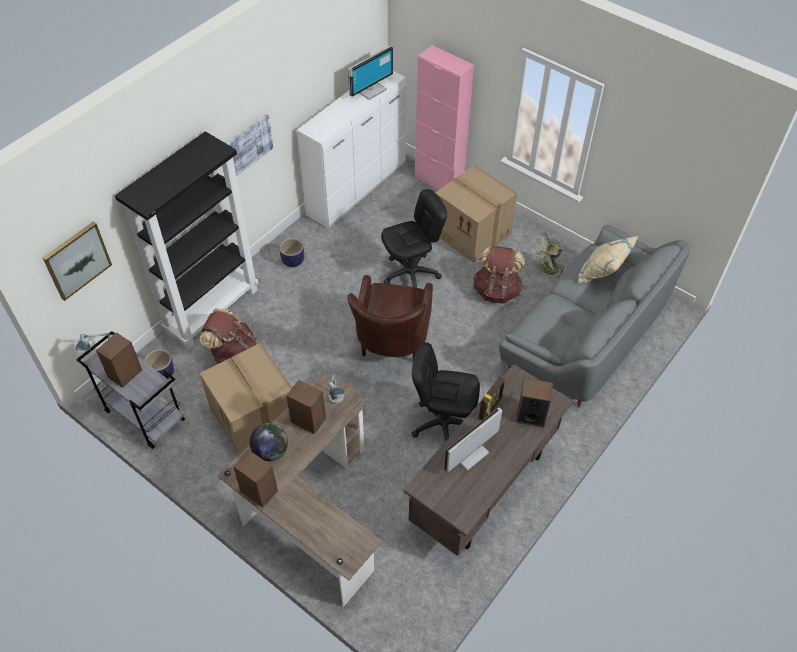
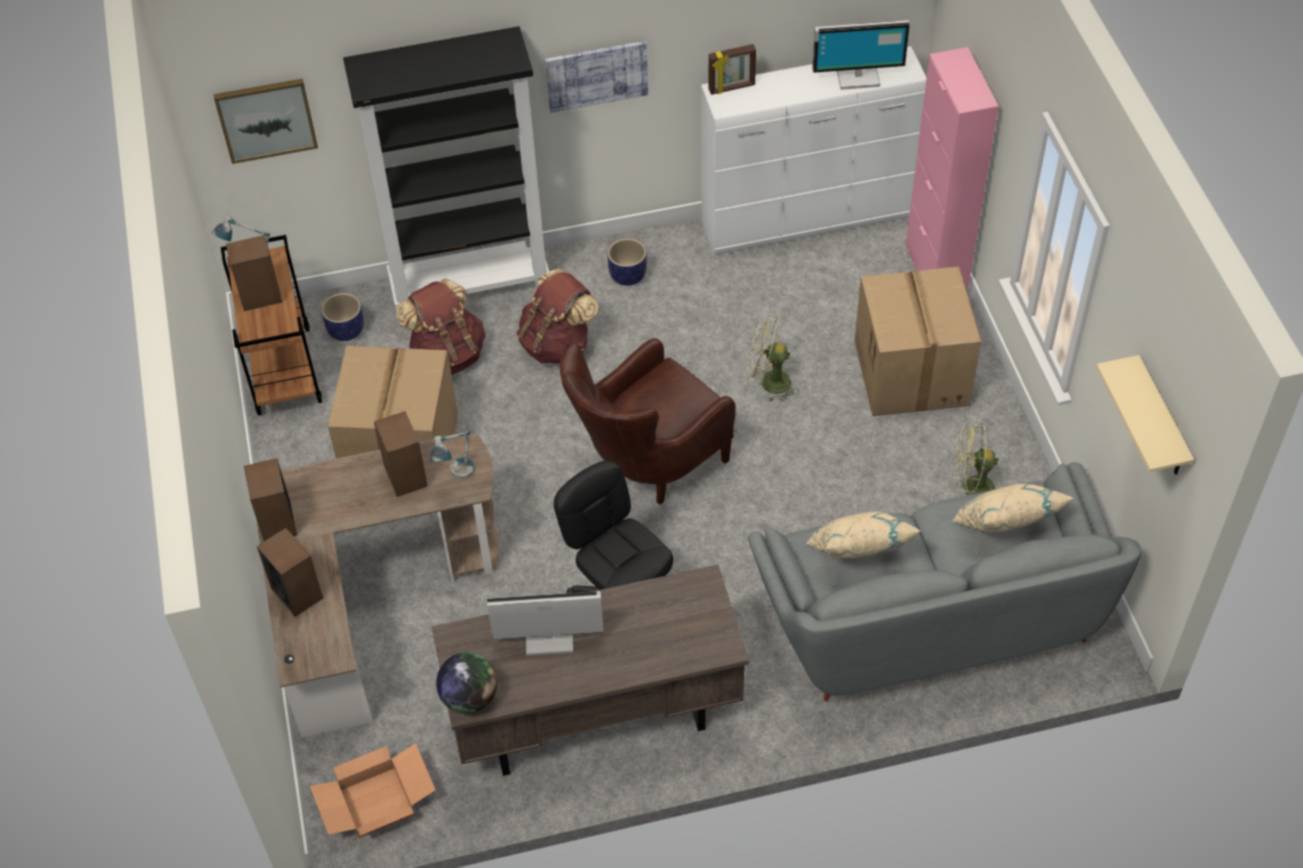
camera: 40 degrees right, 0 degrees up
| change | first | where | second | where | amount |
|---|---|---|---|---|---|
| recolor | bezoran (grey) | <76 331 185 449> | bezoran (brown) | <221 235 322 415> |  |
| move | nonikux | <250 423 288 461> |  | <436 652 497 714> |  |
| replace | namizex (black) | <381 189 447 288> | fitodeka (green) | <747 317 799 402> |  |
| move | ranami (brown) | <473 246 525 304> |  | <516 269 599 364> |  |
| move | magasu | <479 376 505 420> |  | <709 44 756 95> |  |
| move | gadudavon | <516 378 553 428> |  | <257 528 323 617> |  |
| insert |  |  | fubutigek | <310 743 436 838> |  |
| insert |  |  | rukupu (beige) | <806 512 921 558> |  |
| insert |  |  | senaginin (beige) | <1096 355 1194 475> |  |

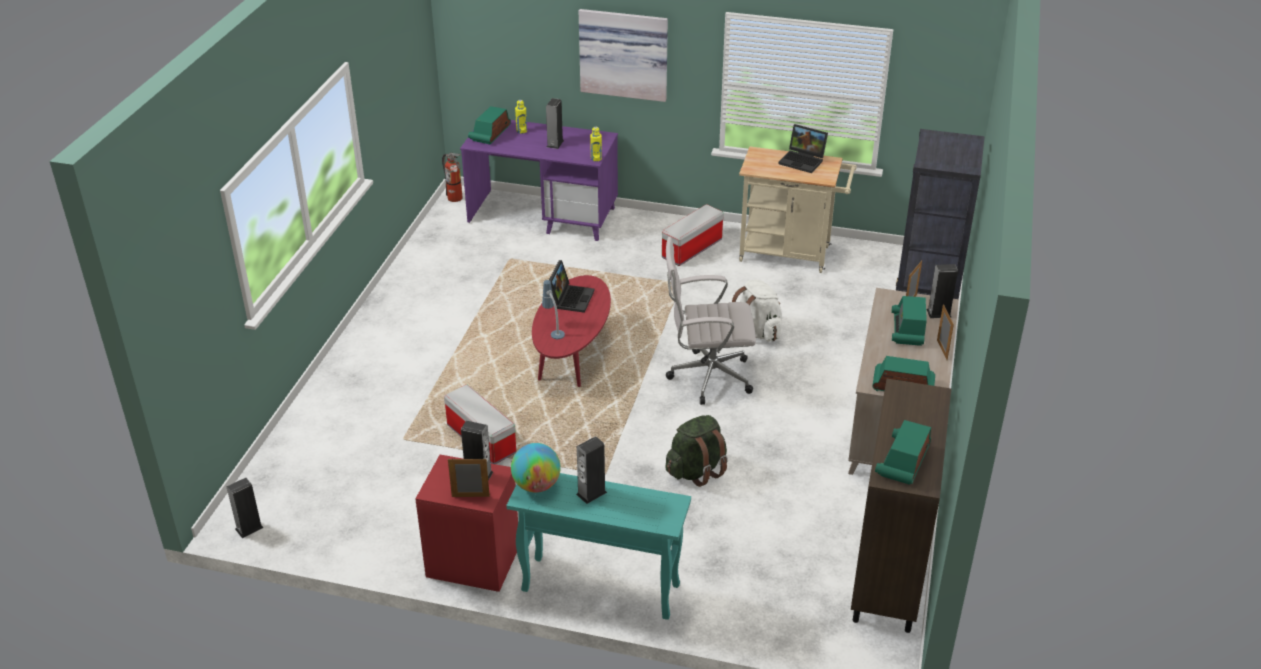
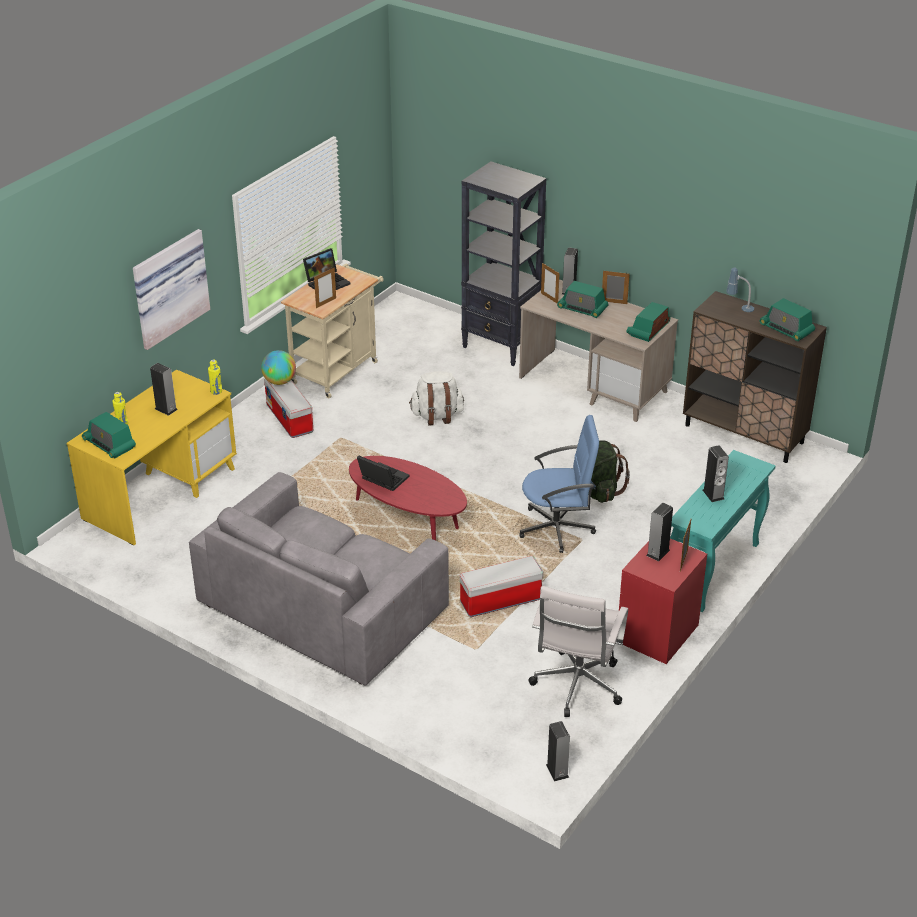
camera: 70 degrees left, 0 degrees up
| change | first | where | second | where | amount |
|---|---|---|---|---|---|
| delete | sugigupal | <442 153 463 202> |  |  |  |
| recolor | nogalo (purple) | <460 120 618 241> | nogalo (yellow) | <67 370 237 545> |  |
| move | nonikux | <511 443 561 493> |  | <261 350 296 385> |  |
| move | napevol | <542 280 565 339> |  | <726 268 754 312> |  |
| move | namizex (white) | <666 237 756 405> |  | <528 586 628 717> |  |
| insert |  |  | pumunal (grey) | <189 472 449 686> |  |
| insert |  |  | magasu | <314 267 336 308> |  |
| insert |  |  | namizex (blue) | <519 415 599 553> |  |

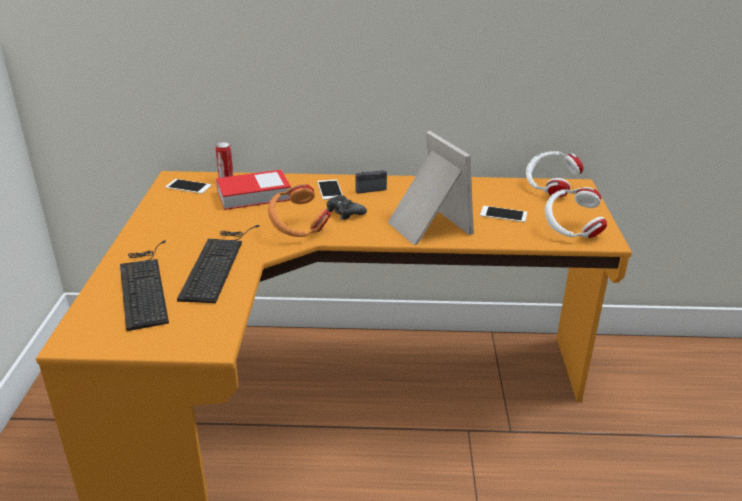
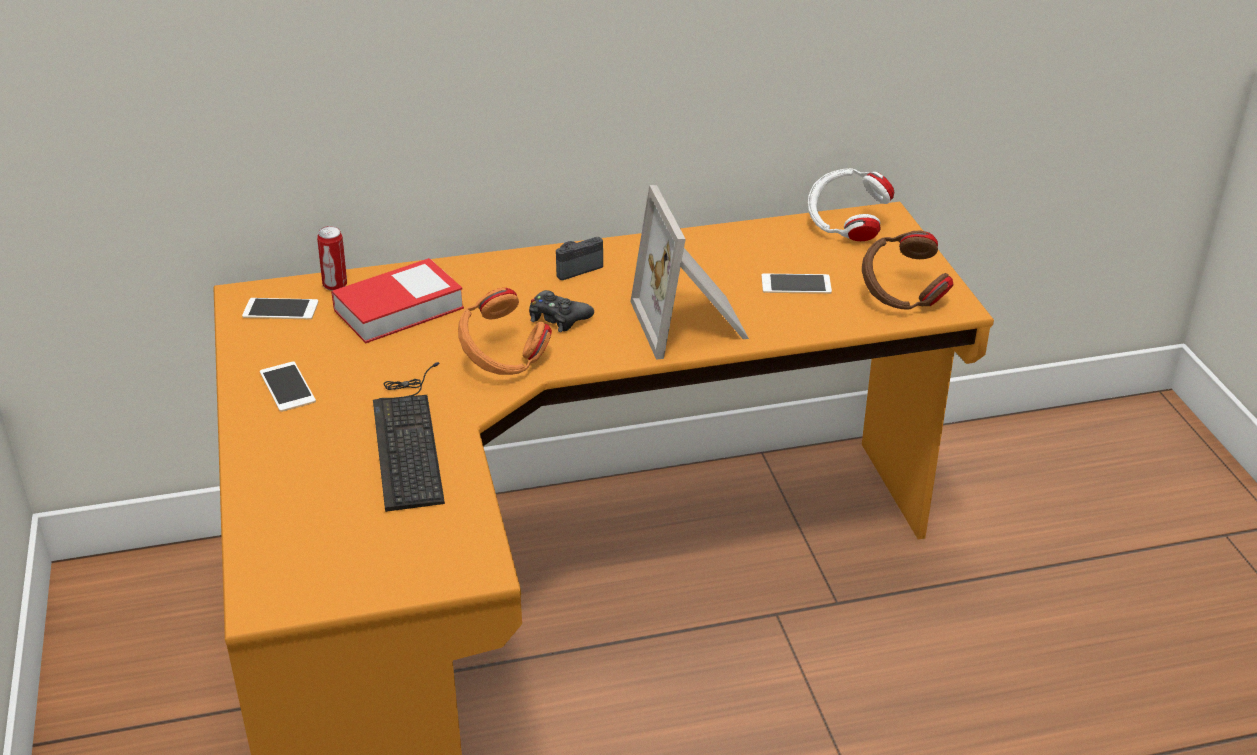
camera: 15 degrees left, 5 degrees up
| change | first | where | second | where | amount |
|---|---|---|---|---|---|
| delete | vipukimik | <120 241 169 331> |  |  |  |
| move | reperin | <317 179 343 200> |  | <260 362 316 412> |  |
| rotate | magasu | <388 131 474 245> |  | <630 185 749 360> | 150 degrees counterclockwise |
| recolor | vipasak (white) | <545 187 607 238> | vipasak (brown) | <862 231 953 310> |  |

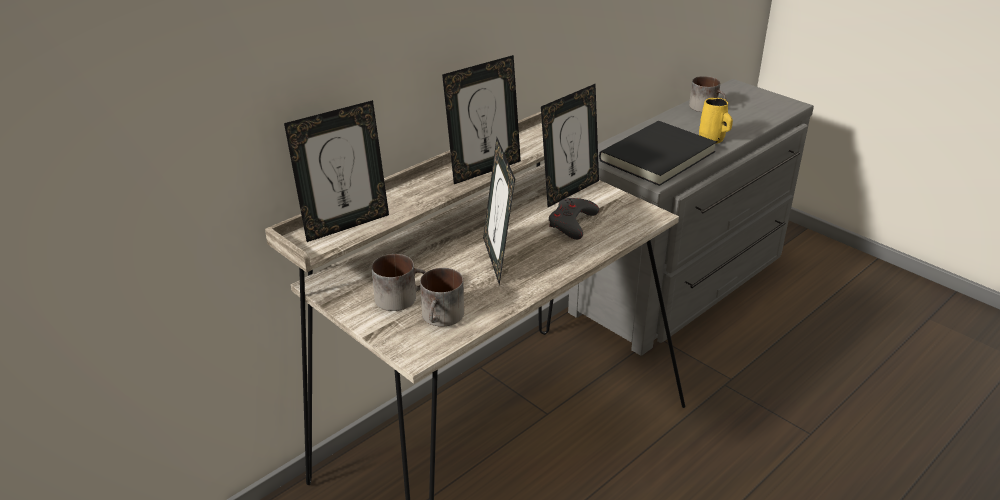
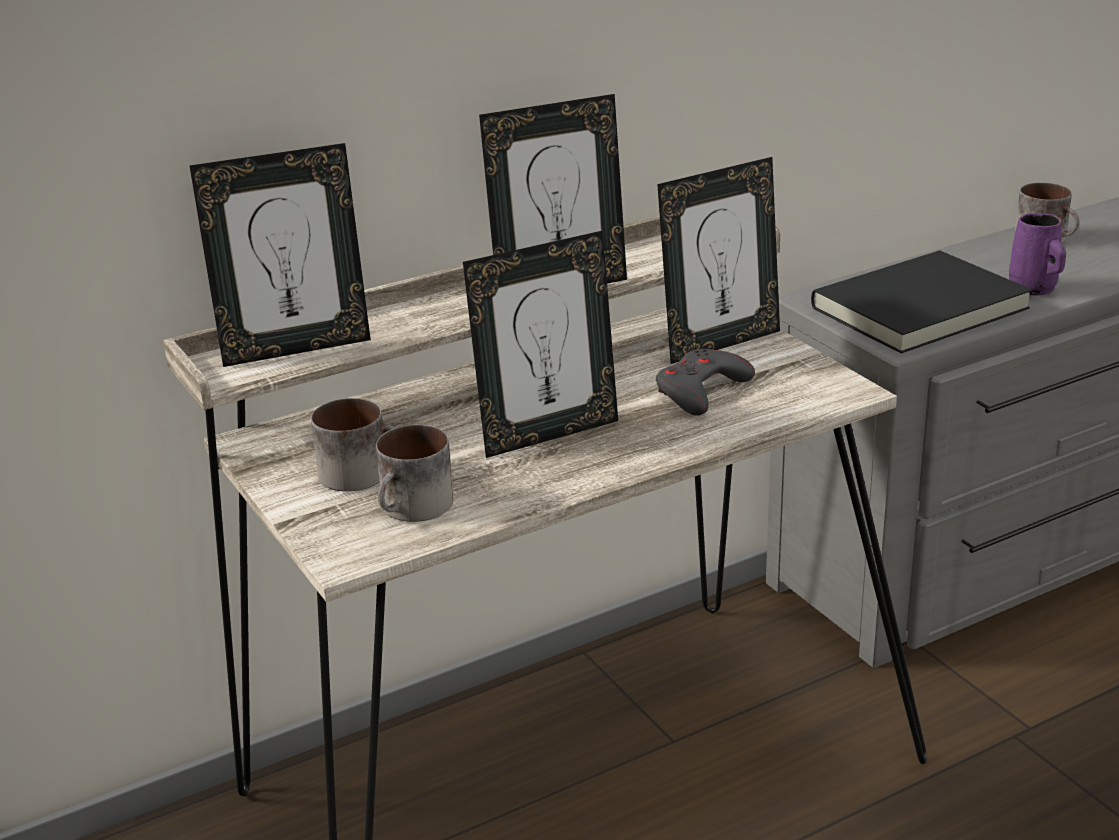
camera: 15 degrees right, 5 degrees down
| change | first | where | second | where | amount |
|---|---|---|---|---|---|
| rotate | magasu | <483 137 515 286> |  | <463 231 618 458> | 120 degrees counterclockwise |
| recolor | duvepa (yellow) | <699 98 733 144> | duvepa (purple) | <1009 213 1066 296> |  |

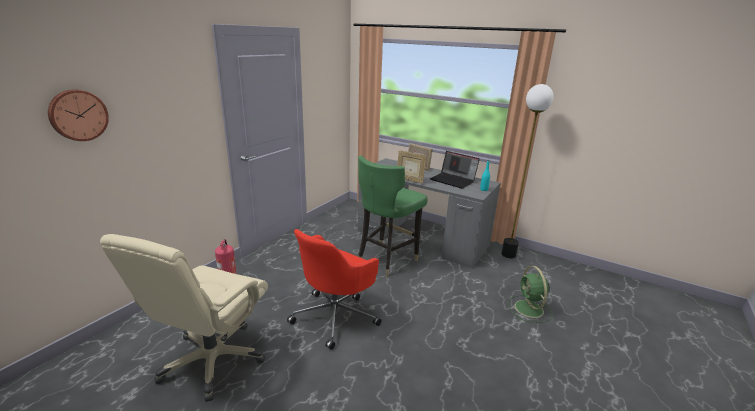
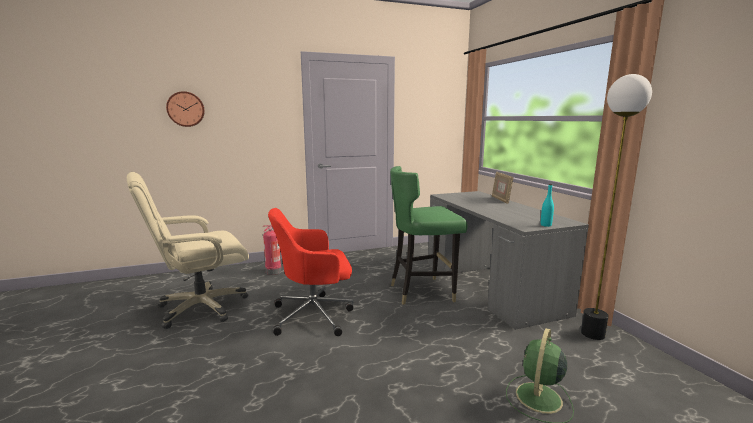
camera: 40 degrees right, 10 degrees down
| change | first | where | second | where | amount |
|---|---|---|---|---|---|
| delete | magasu | <397 150 426 183> |  |  |  |
| delete | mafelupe | <430 151 480 189> |  |  |  |

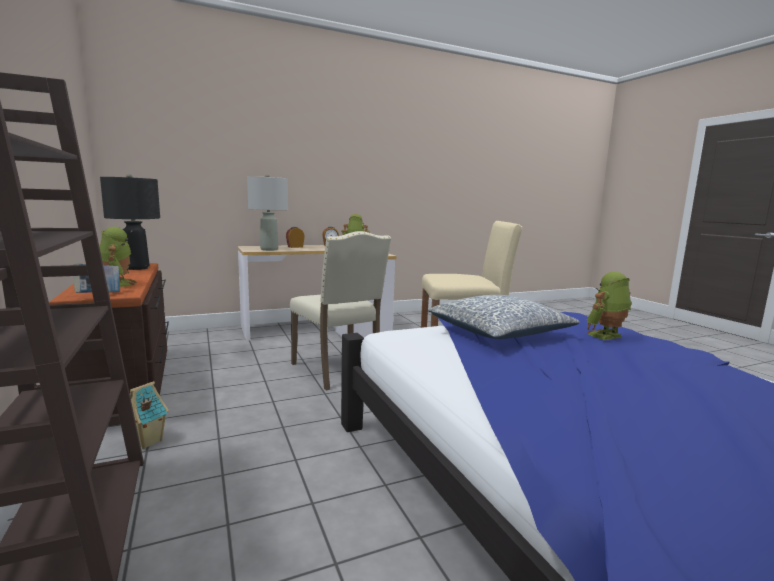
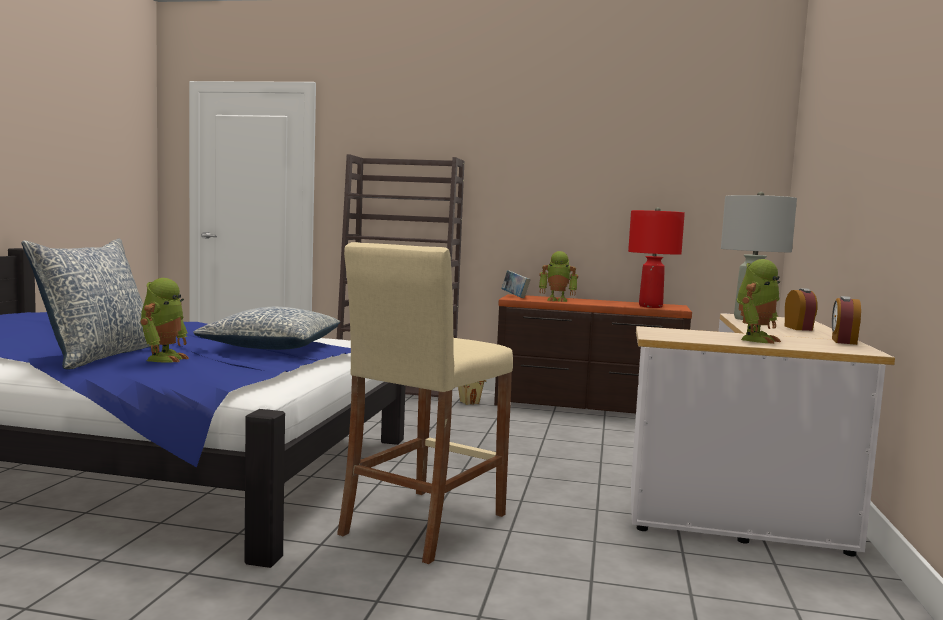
camera: 125 degrees right, 5 degrees down
| change | first | where | second | where | amount |
|---|---|---|---|---|---|
| recolor | napevol (black) | <100 174 160 270> | napevol (red) | <628 207 685 308> |  |
| delete | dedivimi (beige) | <290 231 391 391> |  |  |  |
| insert |  |  | rukupu | <21 239 151 370> |  |

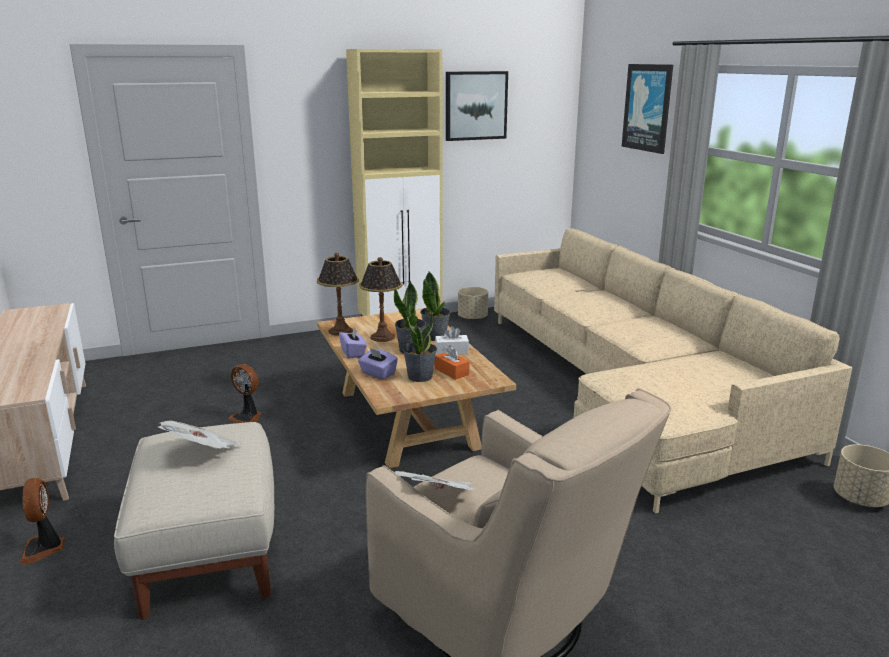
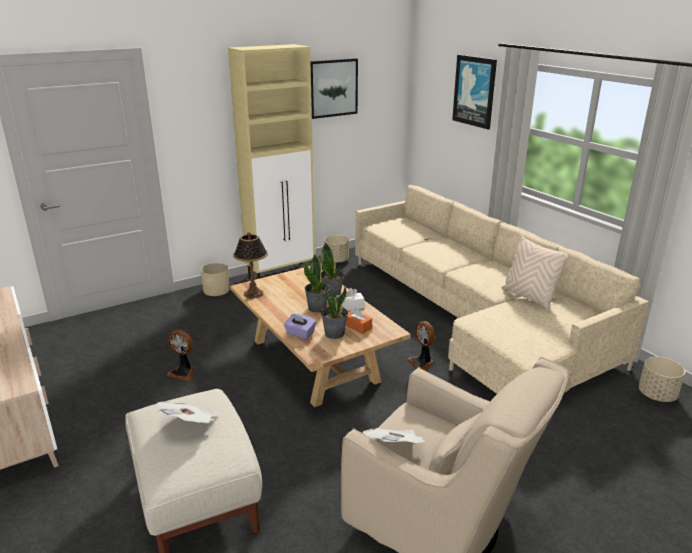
camera: 10 degrees left, 5 degrees up
| change | first | where | second | where | amount |
|---|---|---|---|---|---|
| move | fitodeka | <19 478 65 565> |  | <407 321 435 370> |  |
| delete | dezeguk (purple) | <339 326 367 359> |  |  |  |
| delete | napevol | <359 257 403 342> |  |  |  |
| insert |  |  | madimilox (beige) | <200 263 230 296> |  |
| insert |  |  | rukupu (beige) | <501 235 570 310> |  |

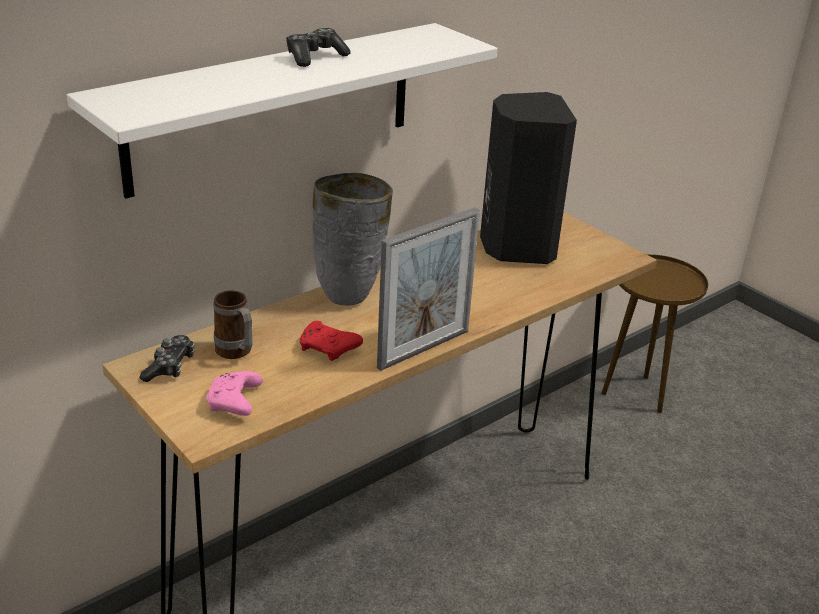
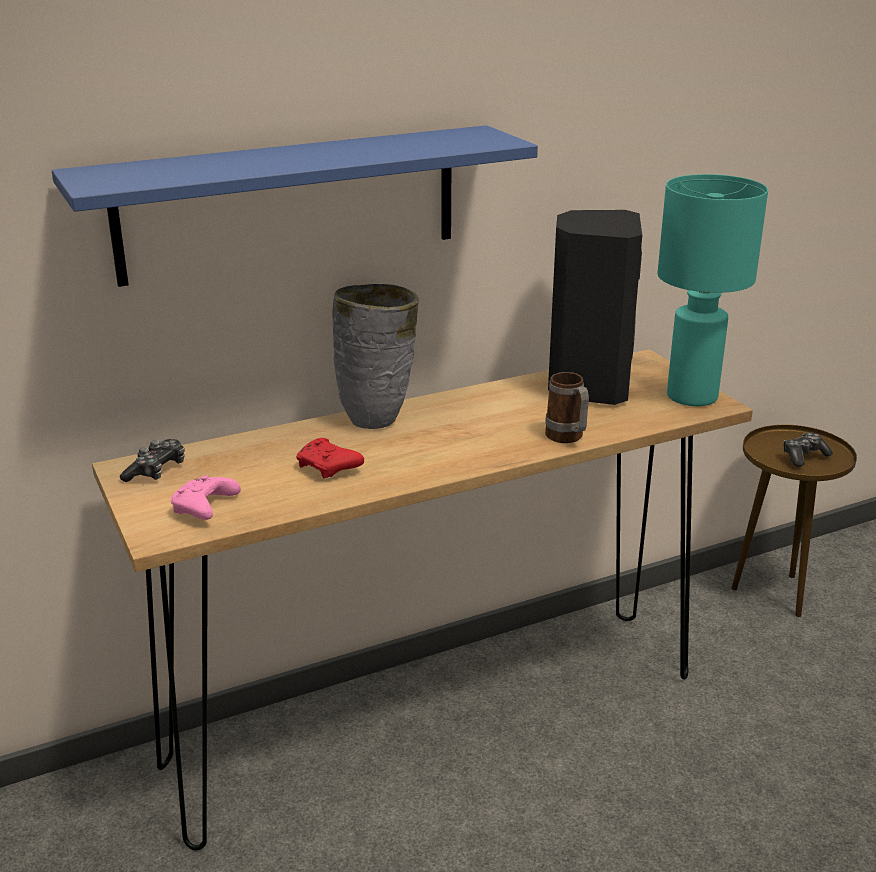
camera: 15 degrees right, 5 degrees down
| change | first | where | second | where | amount |
|---|---|---|---|---|---|
| recolor | senaginin (white) | <67 23 498 199> | senaginin (blue) | <52 125 538 287> |  |
| move | duvepa | <214 290 252 359> |  | <545 372 589 443> |  |
| move | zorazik | <286 28 351 67> |  | <783 433 833 467> |  |
| delete | magasu | <377 207 480 371> |  |  |  |
| insert |  |  | napevol (turquoise) | <657 174 768 406> |  |

